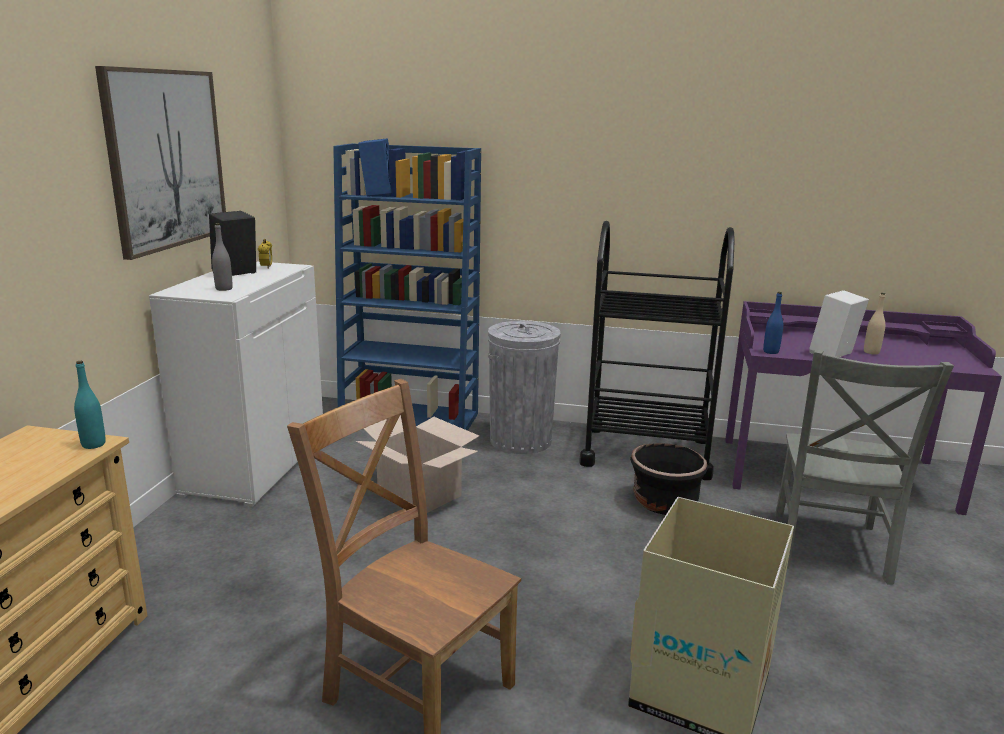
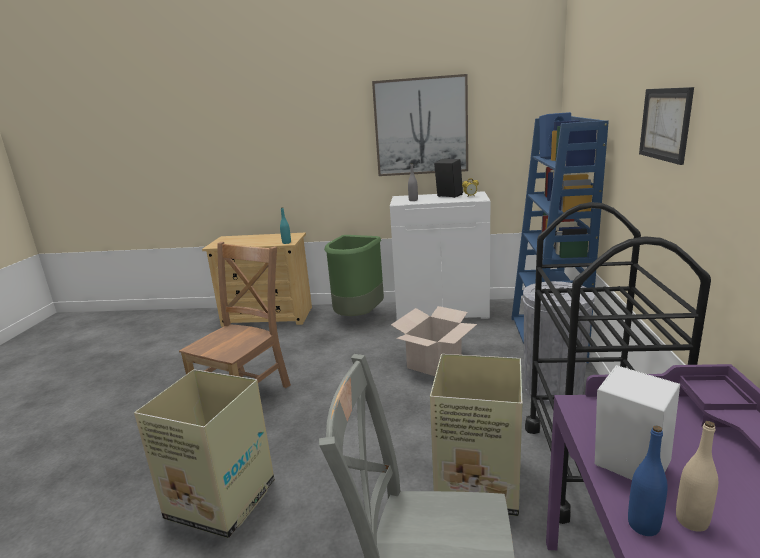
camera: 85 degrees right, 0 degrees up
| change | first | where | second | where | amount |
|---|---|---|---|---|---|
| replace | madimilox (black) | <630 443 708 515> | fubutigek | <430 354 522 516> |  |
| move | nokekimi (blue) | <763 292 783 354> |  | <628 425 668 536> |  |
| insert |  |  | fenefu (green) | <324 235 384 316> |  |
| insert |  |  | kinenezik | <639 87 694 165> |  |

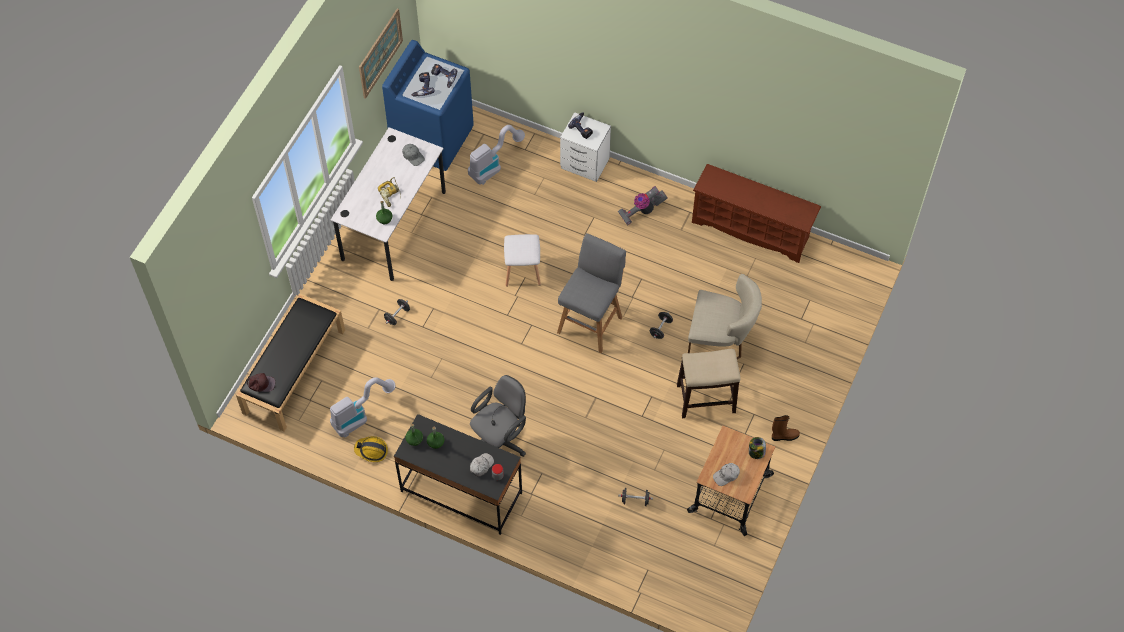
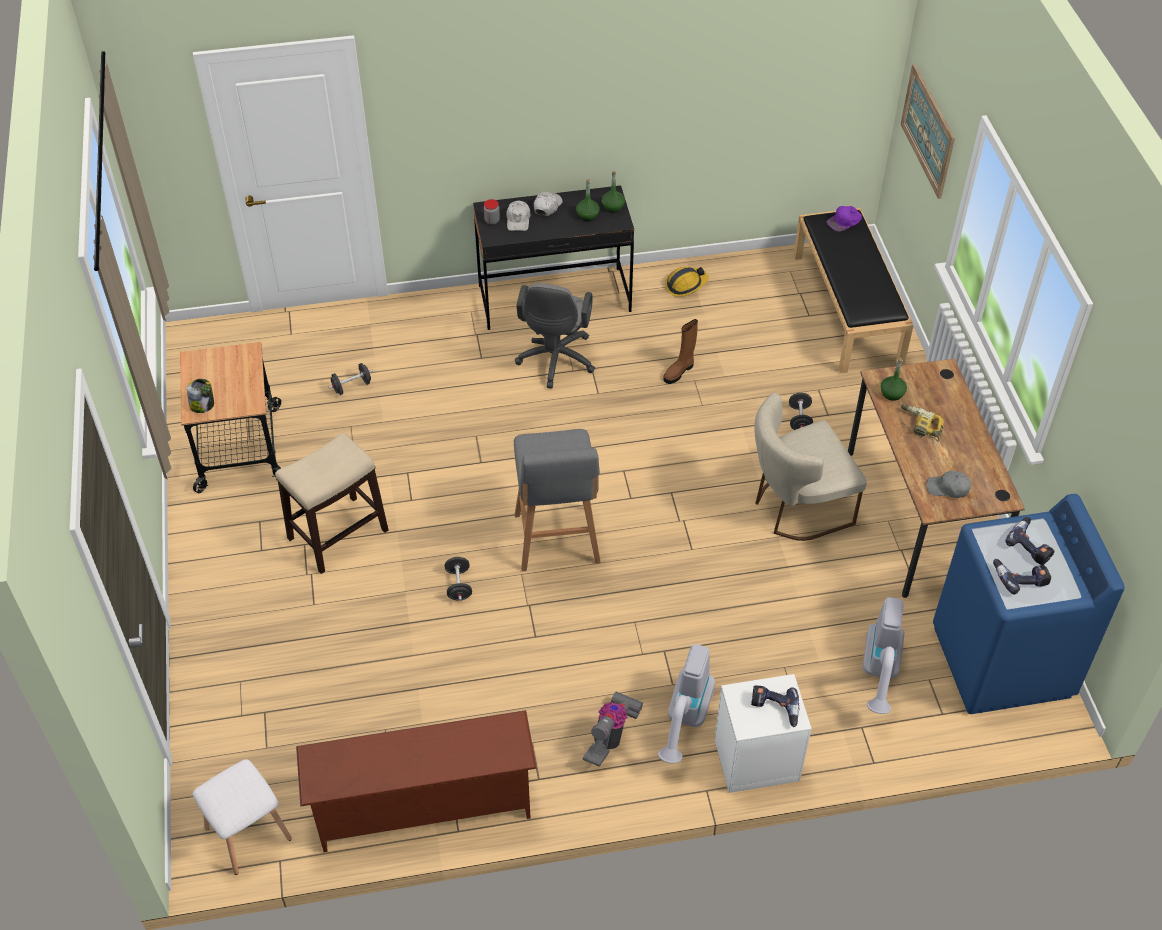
camera: 145 degrees right, 10 degrees down
| change | first | where | second | where | amount |
|---|---|---|---|---|---|
| recolor | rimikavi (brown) | <247 373 275 392> | rimikavi (purple) | <827 206 862 232> |  |
| move | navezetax | <330 377 395 437> |  | <658 644 715 763> |  |
| recolor | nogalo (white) | <331 127 446 281> | nogalo (brown) | <848 358 1025 598> |  |
| move | kinenezik | <359 8 403 99> |  | <901 64 955 199> |  |
| move | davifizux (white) | <504 234 541 287> |  | <192 759 292 875> |  |
| move | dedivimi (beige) | <688 274 762 359> |  | <754 393 867 541> |  |
| move | rimikavi (white) | <713 463 740 486> |  | <534 192 563 216> |  |
| move | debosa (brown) | <772 415 800 441> |  | <663 319 698 384> |  |

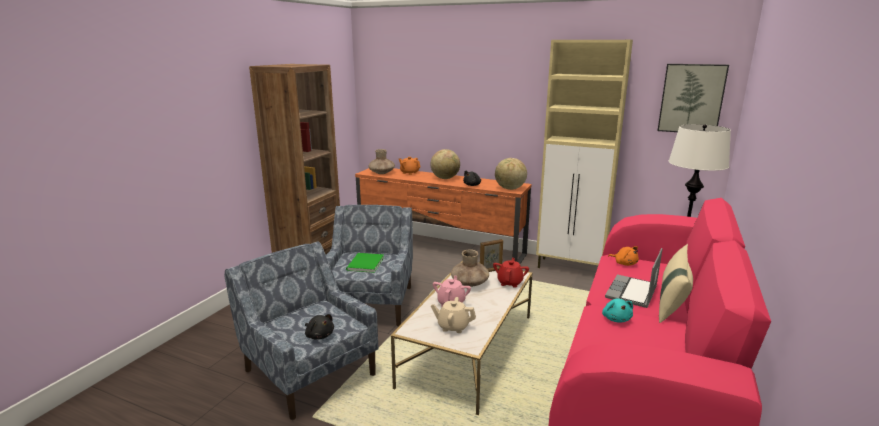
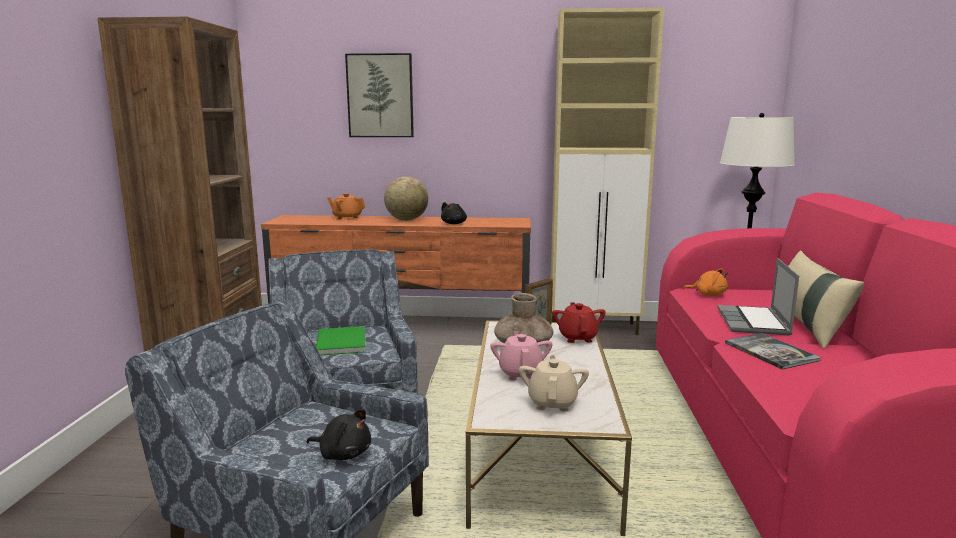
camera: 20 degrees left, 5 degrees down
| change | first | where | second | where | amount |
|---|---|---|---|---|---|
| delete | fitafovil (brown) | <368 149 395 174> |  |  |  |
| rotate | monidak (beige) | <431 297 476 333> |  | <519 355 589 411> | 105 degrees clockwise |
| delete | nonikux | <495 158 527 190> |  |  |  |
| replace | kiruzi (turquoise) | <602 298 633 323> | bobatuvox | <725 333 821 370> |  |
| move | kinenezik | <658 64 729 132> |  | <345 53 414 137> |  |

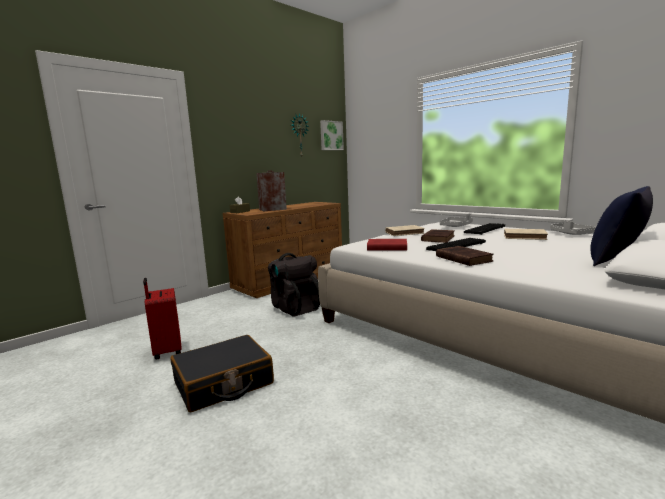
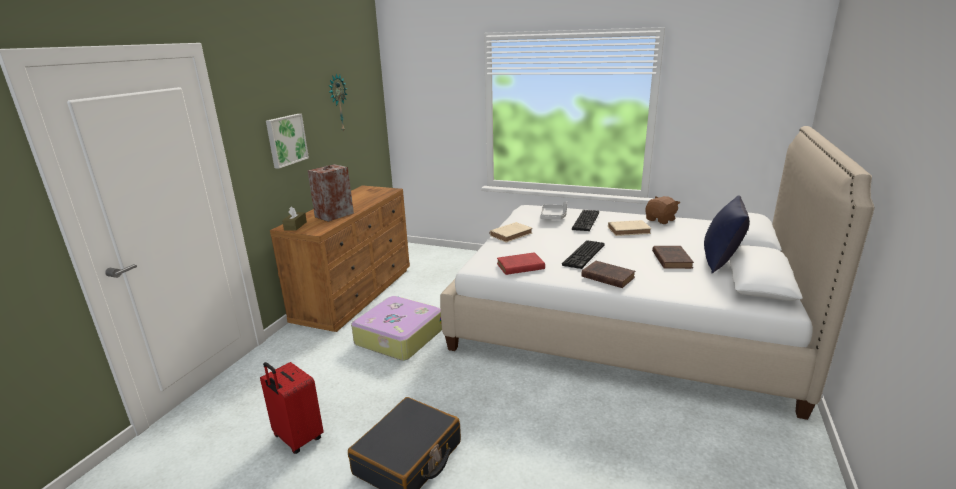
camera: 25 degrees left, 10 degrees up
| change | first | where | second | where | amount |
|---|---|---|---|---|---|
| replace | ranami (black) | <268 253 320 317> | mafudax | <351 296 442 361> |  |
| move | kinenezik | <320 120 344 150> |  | <266 114 309 169> |  |
| move | bobatuvox (brown) | <421 229 455 243> |  | <652 246 694 269> |  |
| replace | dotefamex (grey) | <550 221 596 235> | kiruzi (brown) | <645 196 680 224> |  |

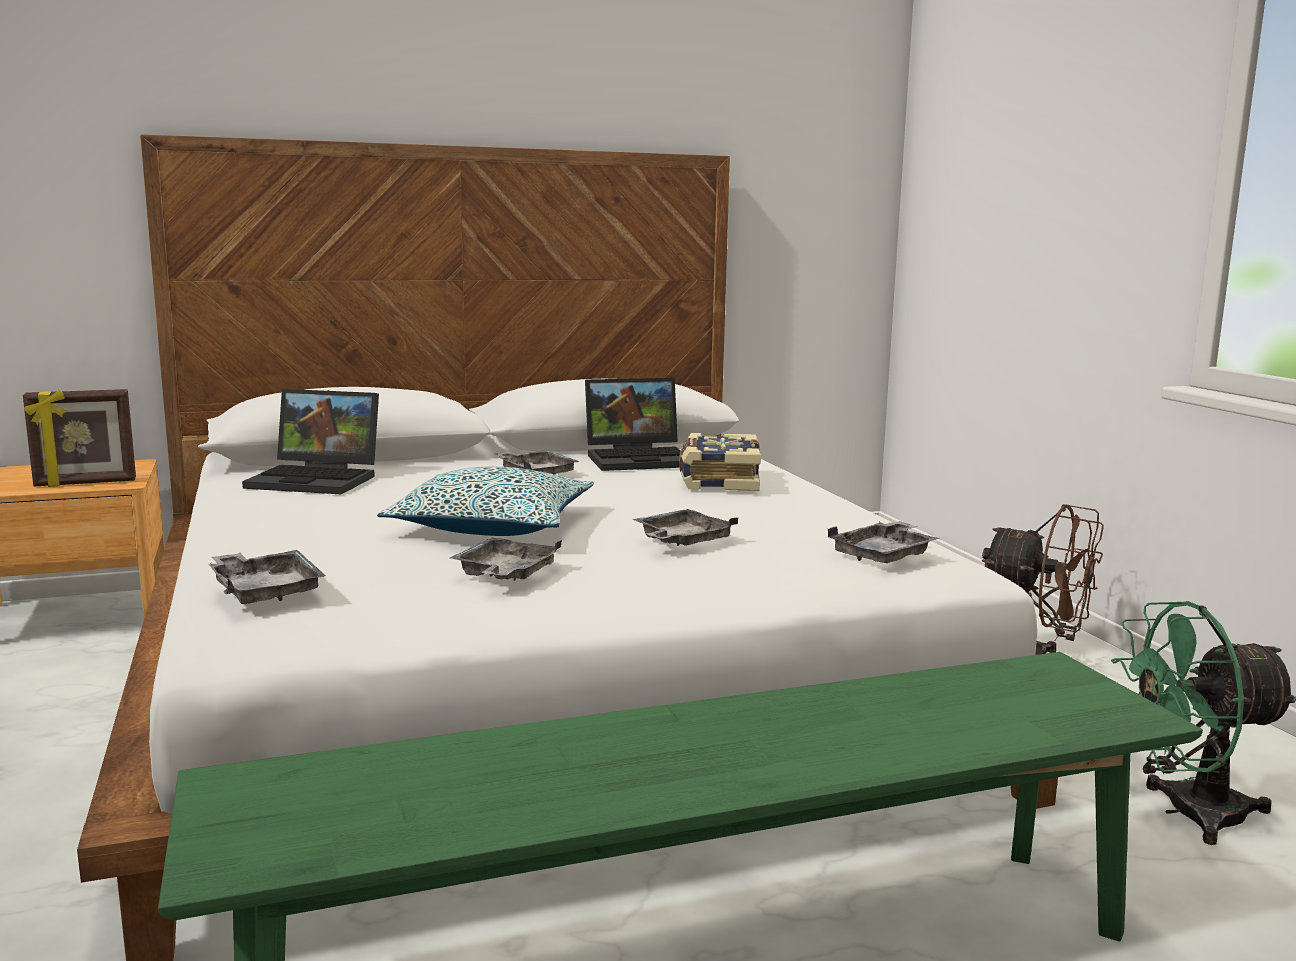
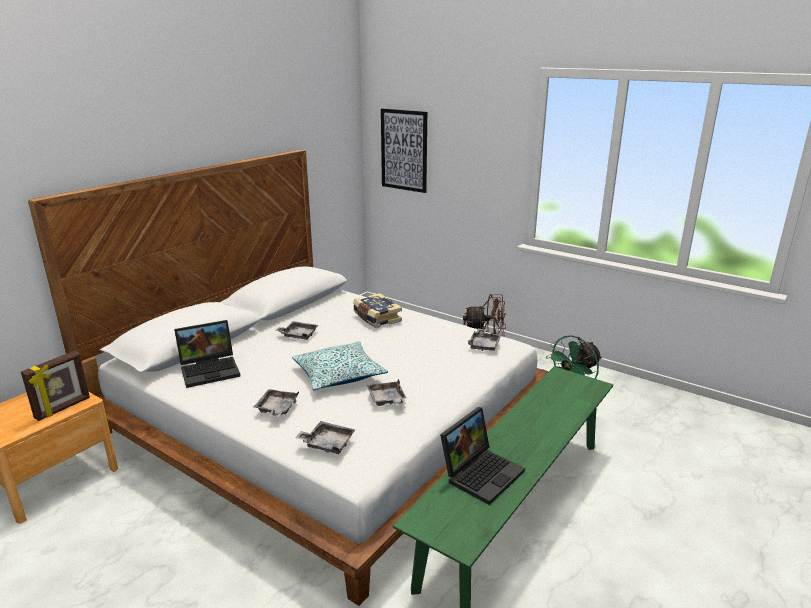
camera: 35 degrees left, 10 degrees up
| change | first | where | second | where | amount |
|---|---|---|---|---|---|
| move | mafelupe | <585 378 681 471> |  | <440 407 525 505> |  |
| move | dotefamex (grey) | <632 509 739 546> |  | <254 389 299 417> |  |
| insert |  |  | kinenezik | <381 108 427 193> |  |

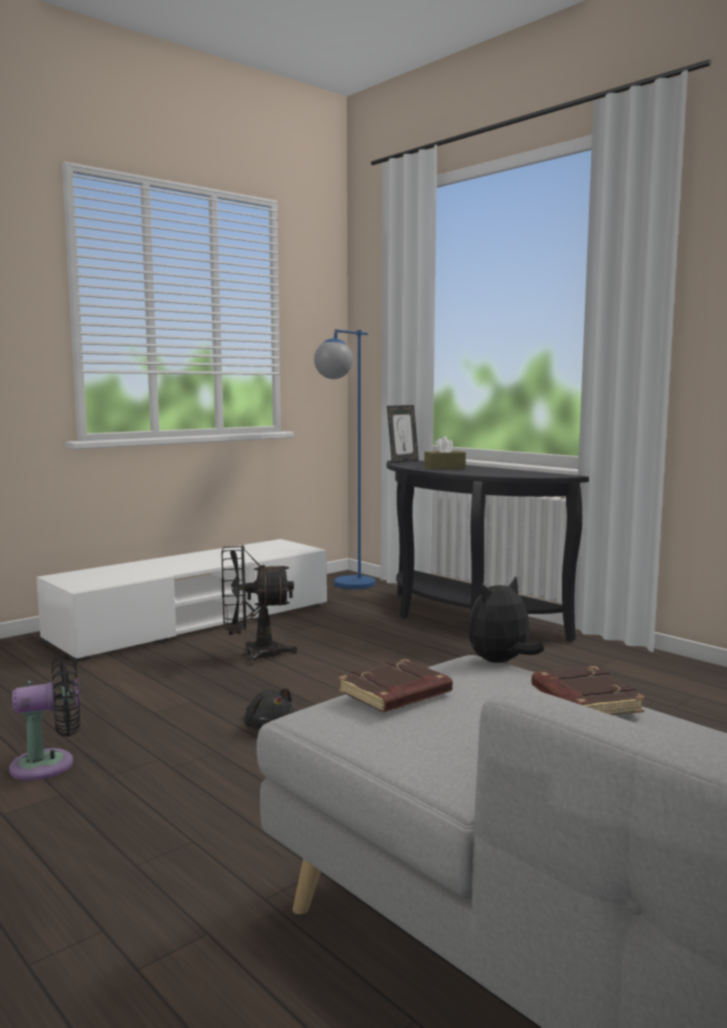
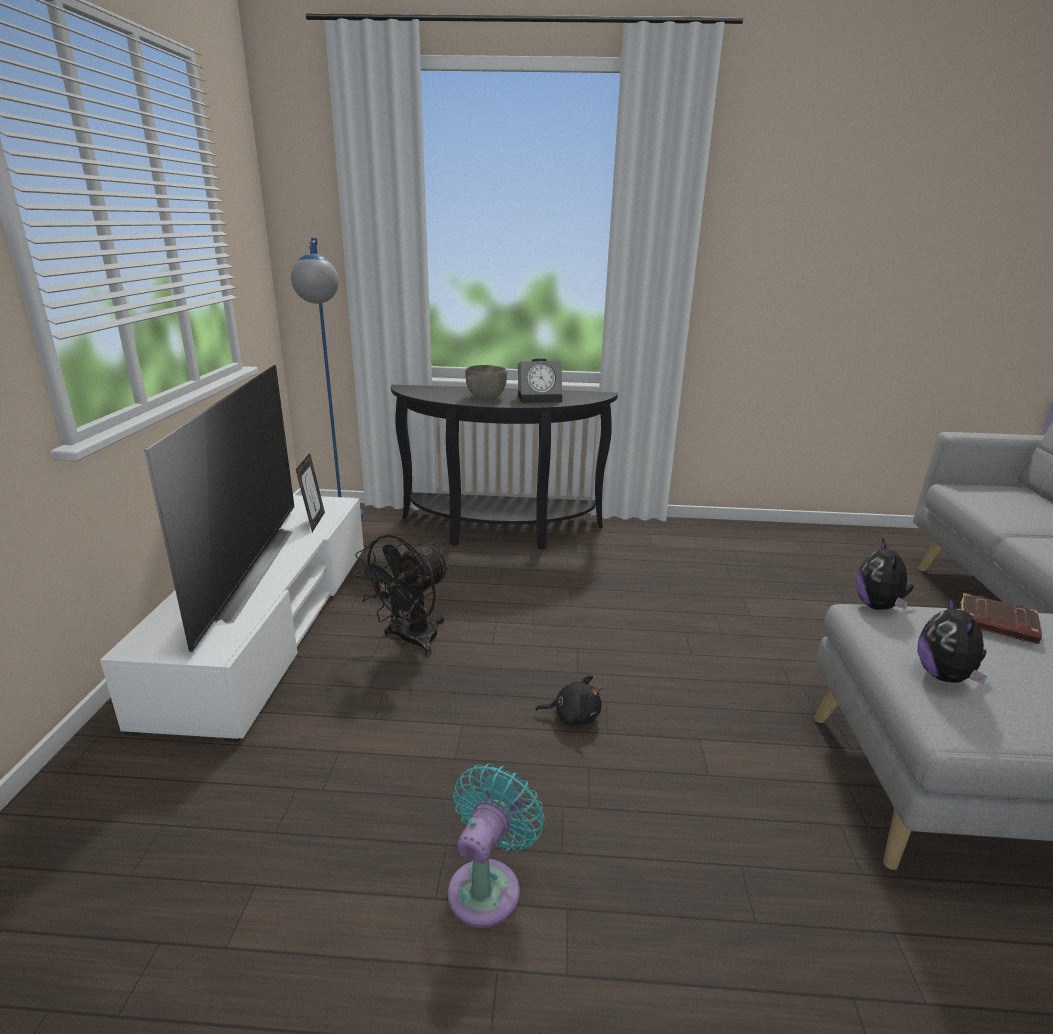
camera: 45 degrees left, 15 degrees up
| change | first | where | second | where | amount |
|---|---|---|---|---|---|
| recolor | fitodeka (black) | <9 655 80 780> | fitodeka (turquoise) | <448 764 545 928> |  |
| replace | bobatuvox (brown) | <338 659 453 712> | kiruzi | <917 595 987 685> |  |
| move | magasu | <387 405 419 463> |  | <296 453 325 532> |  |
| replace | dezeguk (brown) | <424 436 466 470> | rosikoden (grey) | <465 365 507 399> |  |
| insert |  |  | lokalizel | <144 365 294 653> |  |
| insert |  |  | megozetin | <518 358 562 403> |  |

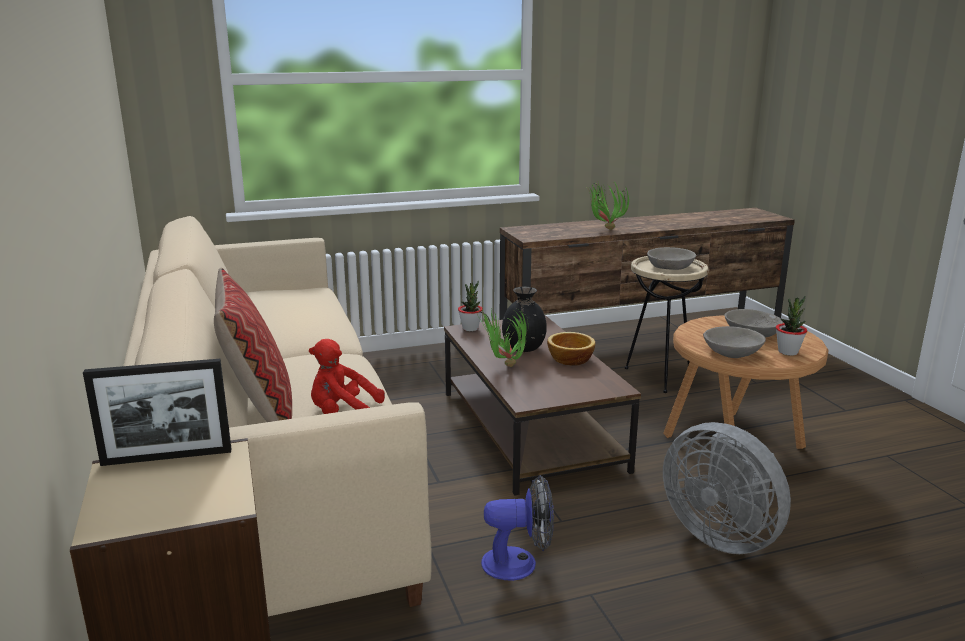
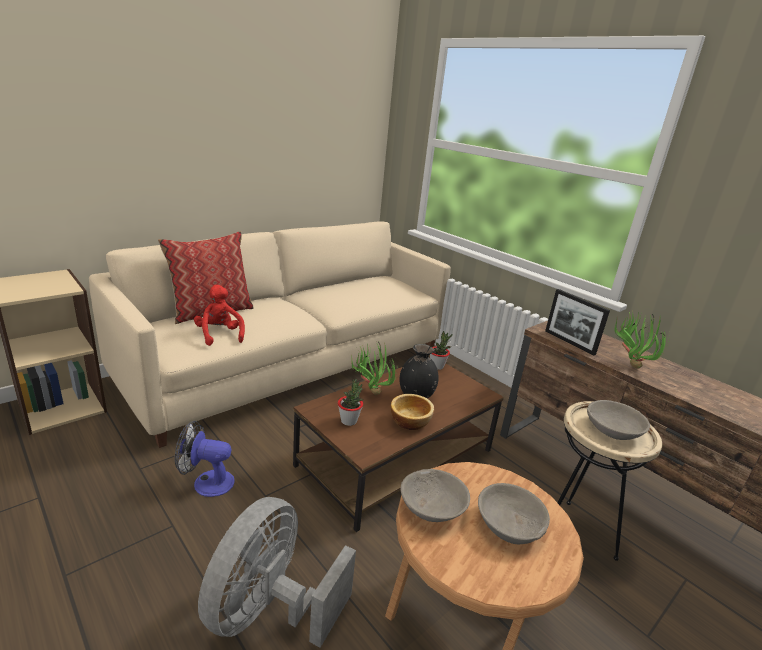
camera: 65 degrees right, 5 degrees up
| change | first | where | second | where | amount |
|---|---|---|---|---|---|
| move | magasu | <83 359 231 466> |  | <545 289 610 355> |  |
| rotate | fitodeka | <481 475 554 581> |  | <175 421 235 497> | 120 degrees clockwise |
| move | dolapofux | <776 296 807 356> |  | <338 379 363 426> |  |

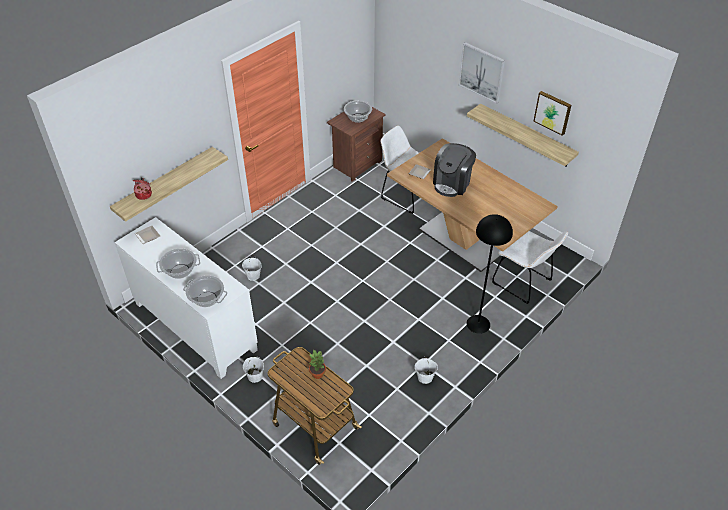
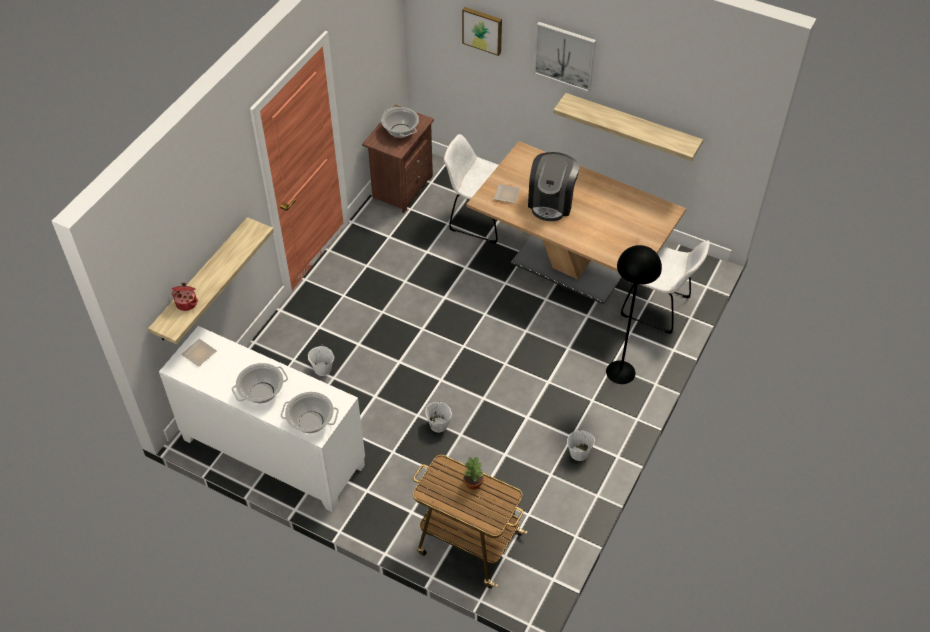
camera: 15 degrees left, 5 degrees up
| change | first | where | second | where | amount |
|---|---|---|---|---|---|
| move | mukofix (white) | <243 356 264 383> |  | <425 402 452 432> |  |
| move | kinenezik | <533 91 572 136> |  | <462 7 502 56> |  |

